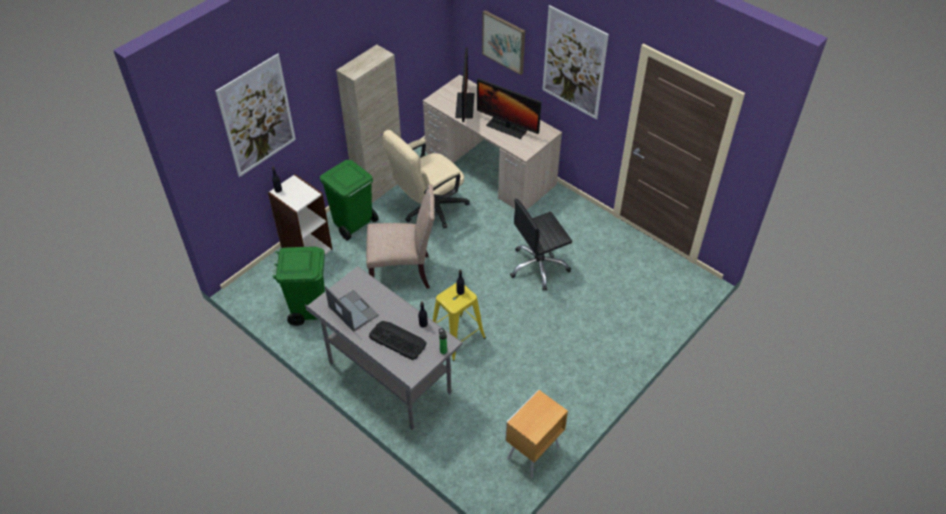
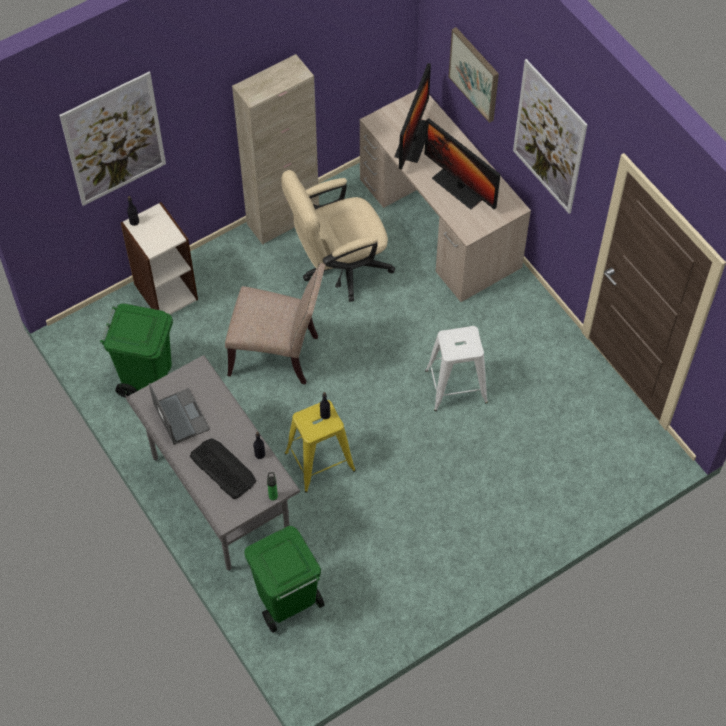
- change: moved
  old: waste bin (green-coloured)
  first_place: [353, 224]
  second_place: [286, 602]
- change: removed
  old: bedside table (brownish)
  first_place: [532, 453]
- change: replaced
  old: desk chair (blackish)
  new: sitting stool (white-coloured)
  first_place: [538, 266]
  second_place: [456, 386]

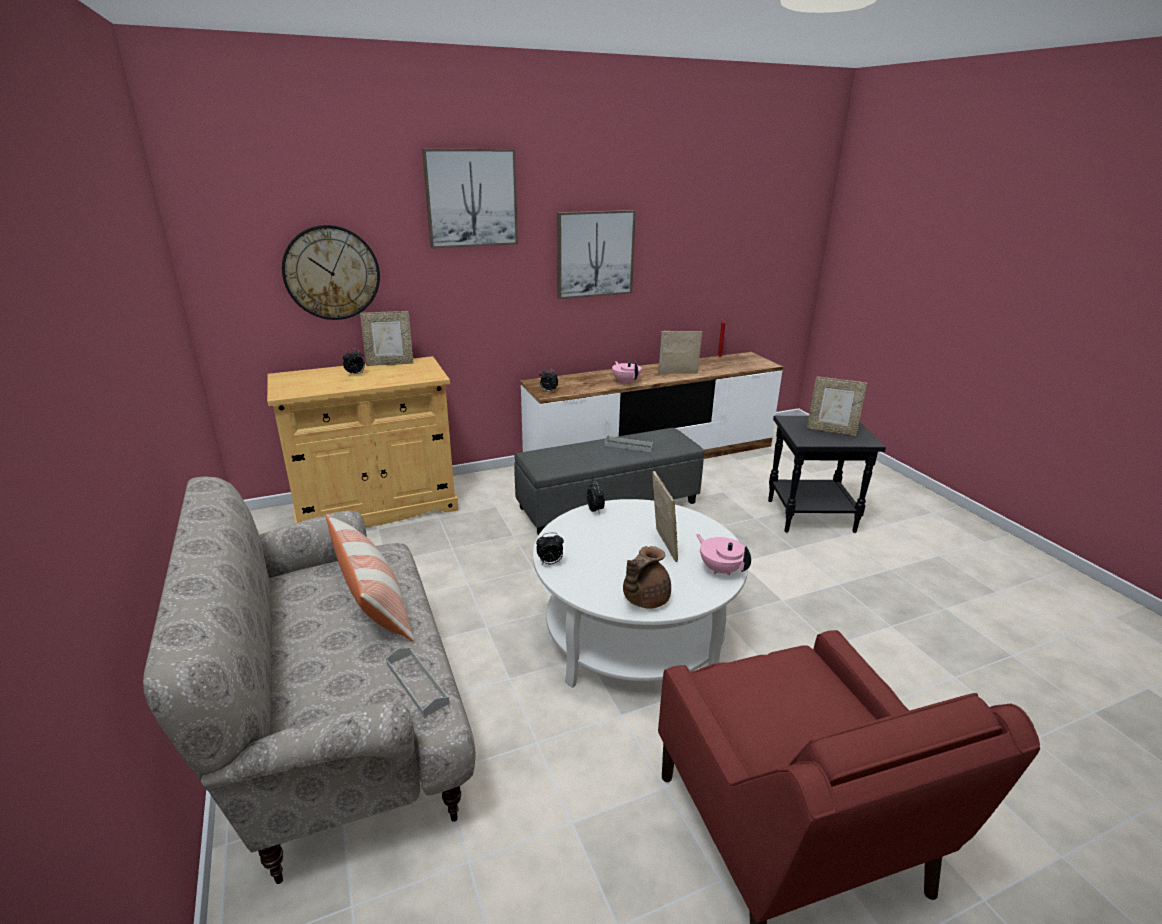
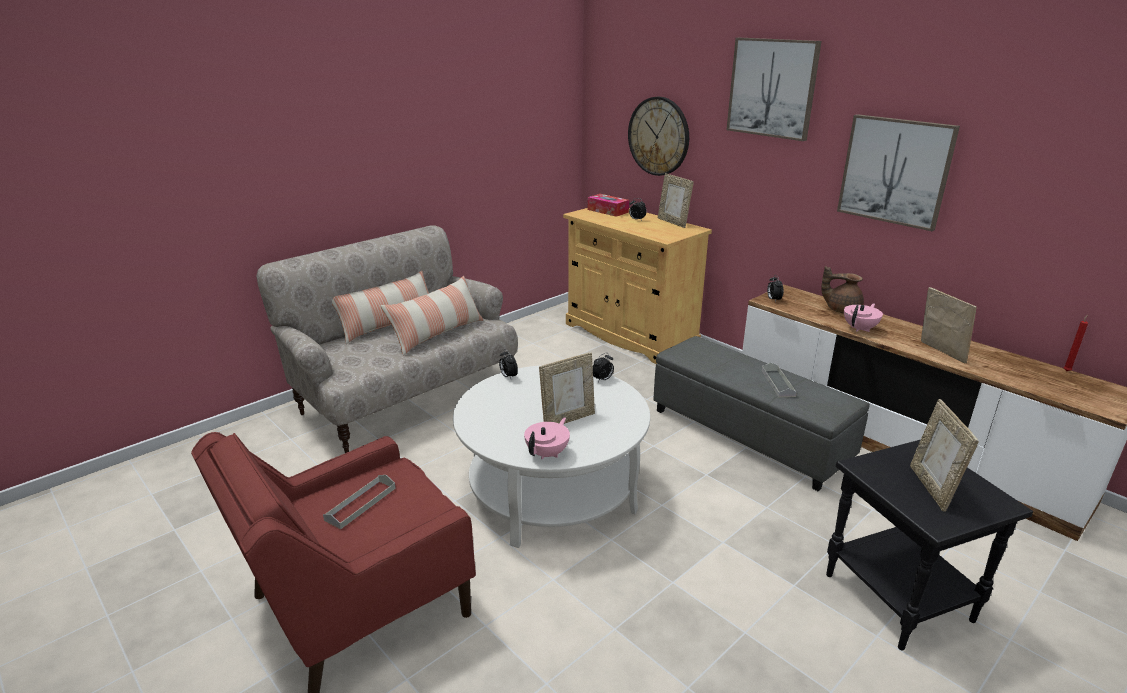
- change: moved
  old: carrying tray (grey)
  first_place: [417, 683]
  second_place: [360, 504]
- change: moved
  old: pot for tea (brownish)
  first_place: [644, 599]
  second_place: [841, 310]
- change: added
  new: pillow
  second_place: [388, 325]
- change: added
  new: tissue holder
  second_place: [607, 211]

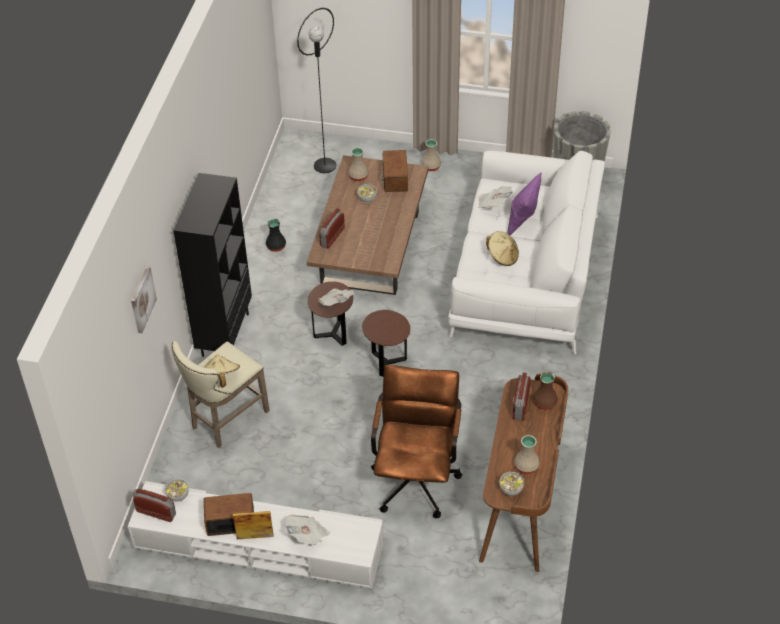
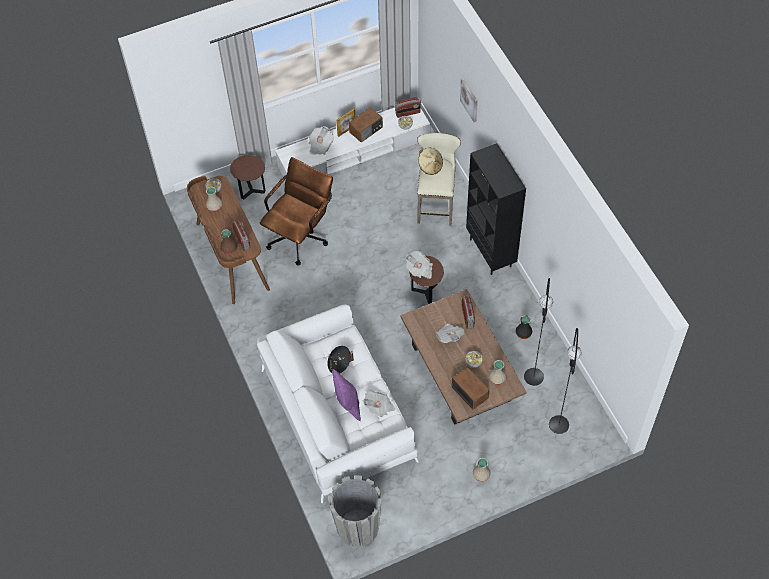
- change: moved
  old: side table (brownish)
  first_place: [387, 363]
  second_place: [251, 191]
- change: turned
  old: desk chair (brownish)
  first_place: [416, 477]
  second_place: [301, 235]
  degrees: -120
- change: recoloured
  old: hat (beige)
  new: hat (blackish)
  first_place: [502, 256]
  second_place: [339, 364]
- change: added
  new: printed paper
  second_place: [449, 337]
- change: added
  new: floor lamp (blackish)
  second_place: [533, 377]

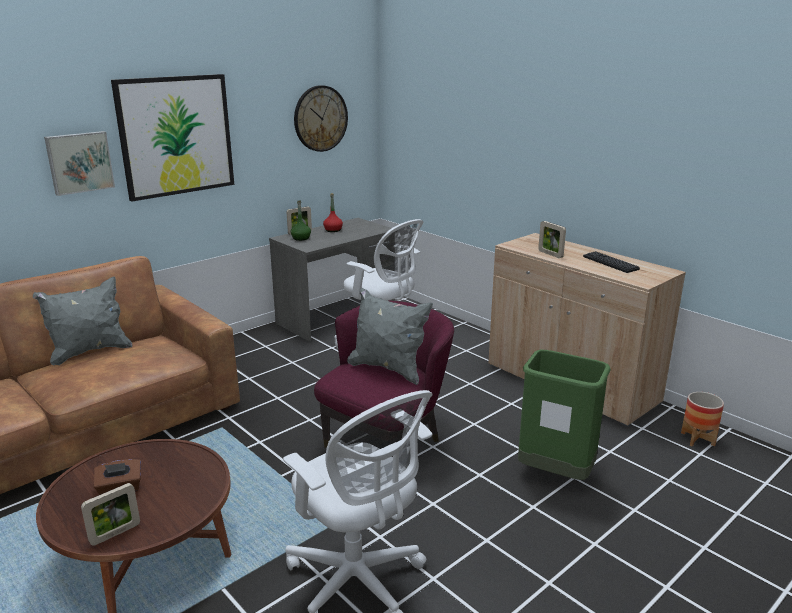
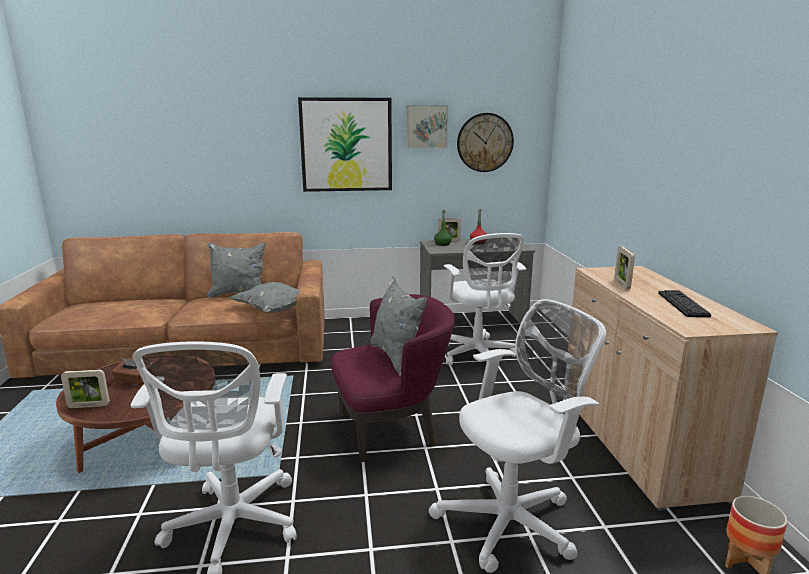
- change: moved
  old: wall art
  first_place: [79, 162]
  second_place: [426, 126]
- change: replaced
  old: waste bin (green-coloured)
  new: desk chair (white-coloured)
  first_place: [555, 474]
  second_place: [512, 521]
- change: added
  new: pillow (grey)
  second_place: [274, 310]

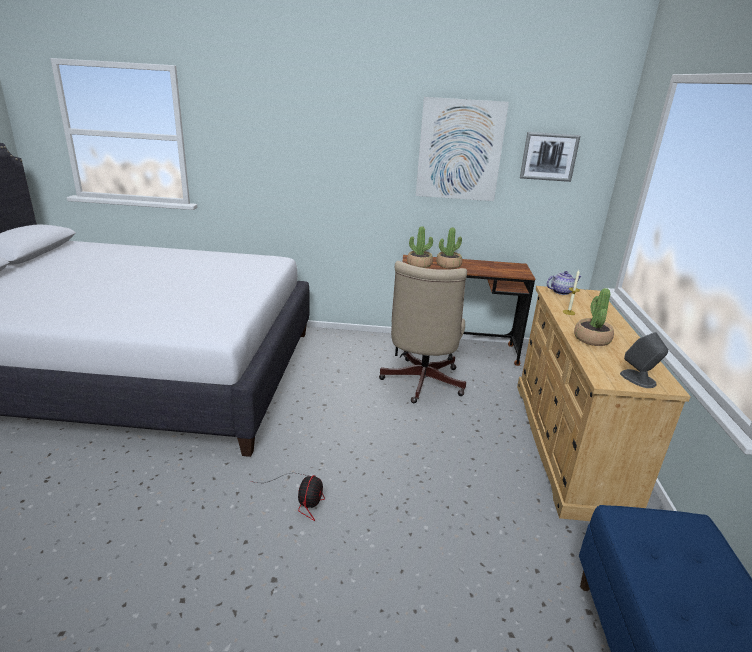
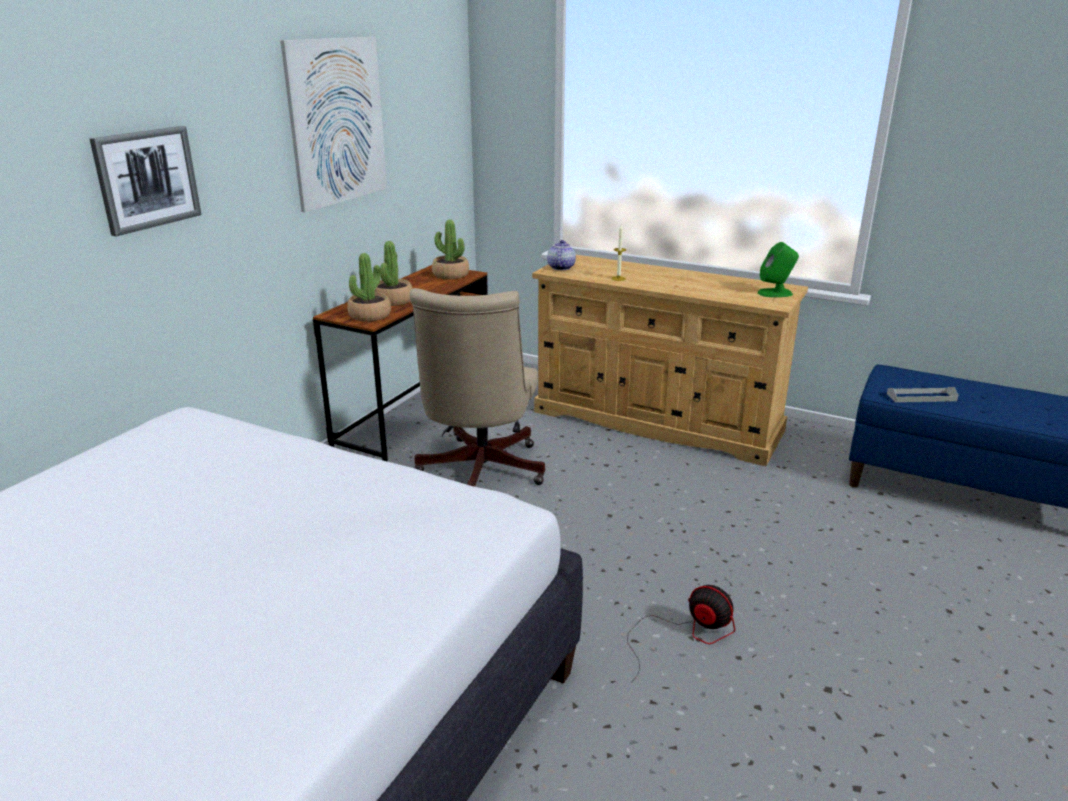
- change: turned
  old: desk chair (beige)
  first_place: [420, 384]
  second_place: [479, 473]
  degrees: 60
- change: moved
  old: wall art
  first_place: [549, 156]
  second_place: [147, 179]
- change: moved
  old: plant in a pot
  first_place: [591, 339]
  second_place: [450, 275]
- change: recoloured
  old: speaker (grey)
  new: speaker (green-coloured)
  first_place: [638, 379]
  second_place: [775, 293]
- change: added
  new: carrying tray (grey)
  second_place: [921, 397]

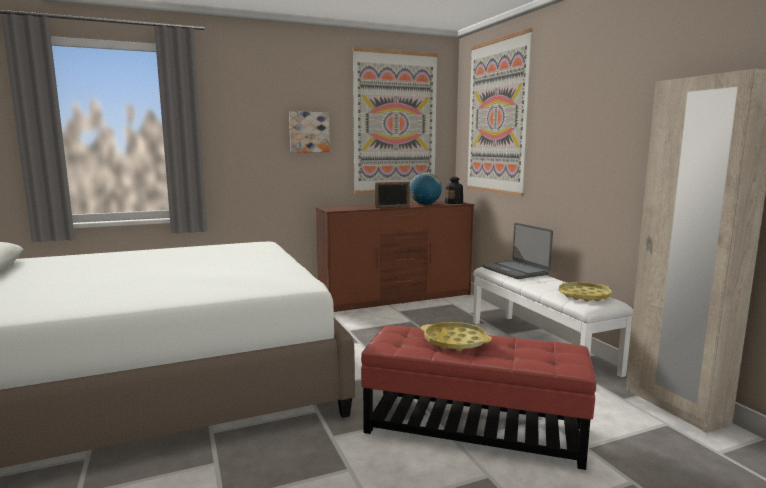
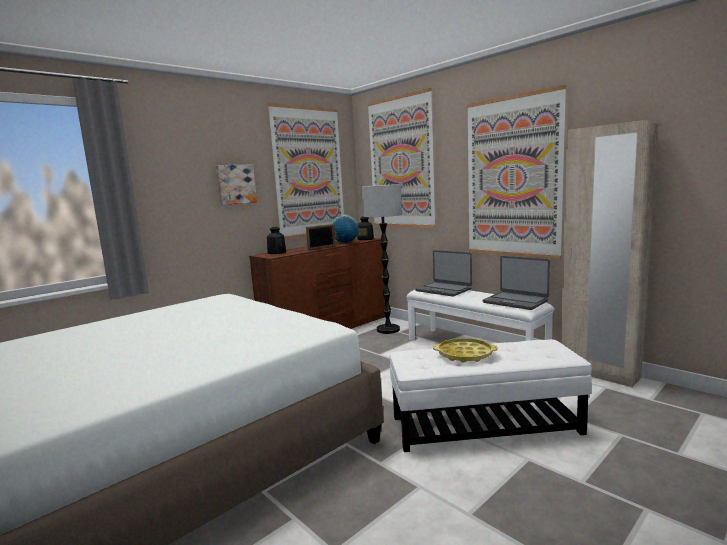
- change: recoloured
  old: ottoman (red-coloured)
  new: ottoman (white-coloured)
  first_place: [472, 429]
  second_place: [484, 425]
- change: replaced
  old: carrying tray (yellowish)
  new: laptop
  first_place: [584, 296]
  second_place: [515, 301]
- change: added
  new: beverage bottle
  second_place: [276, 252]
- change: added
  new: floor lamp
  second_place: [388, 330]
- change: added
  new: wall art
  second_place: [512, 177]

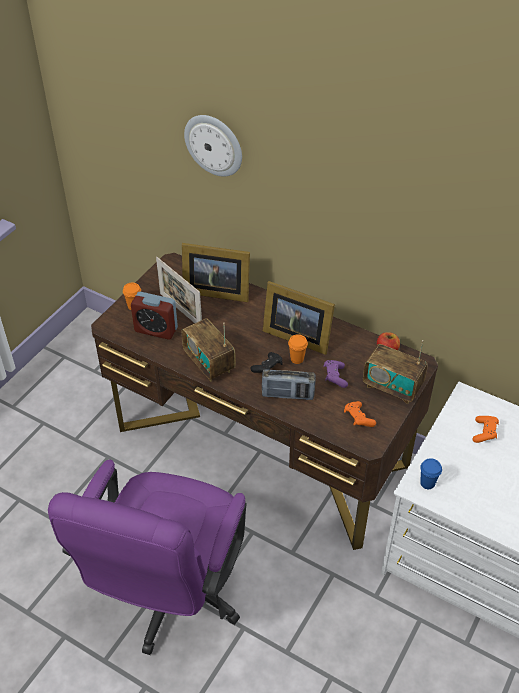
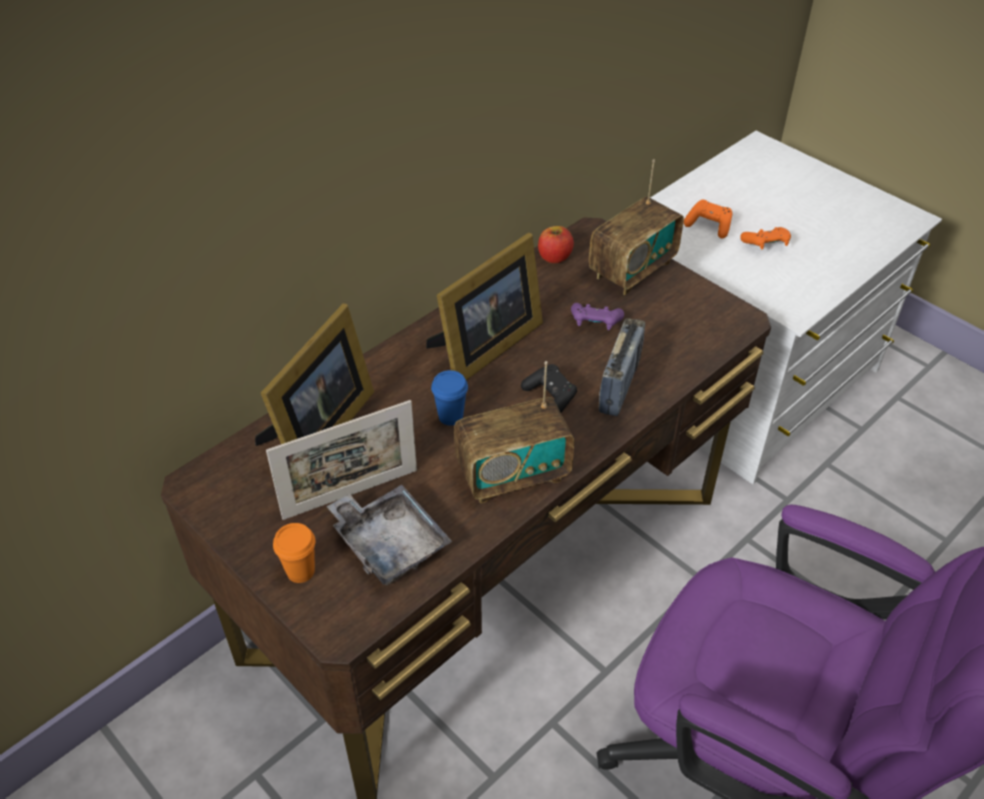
- change: replaced
  old: alarm clock
  new: carrying tray (grey)
  first_place: [156, 330]
  second_place: [389, 543]
- change: removed
  old: hanging clock
  first_place: [214, 145]
- change: removed
  old: small cup (orange)
  first_place: [297, 359]
- change: moved
  old: game controller (orange)
  first_place: [358, 419]
  second_place: [766, 245]
- change: moved
  old: small cup (blue)
  first_place: [427, 483]
  second_place: [450, 416]

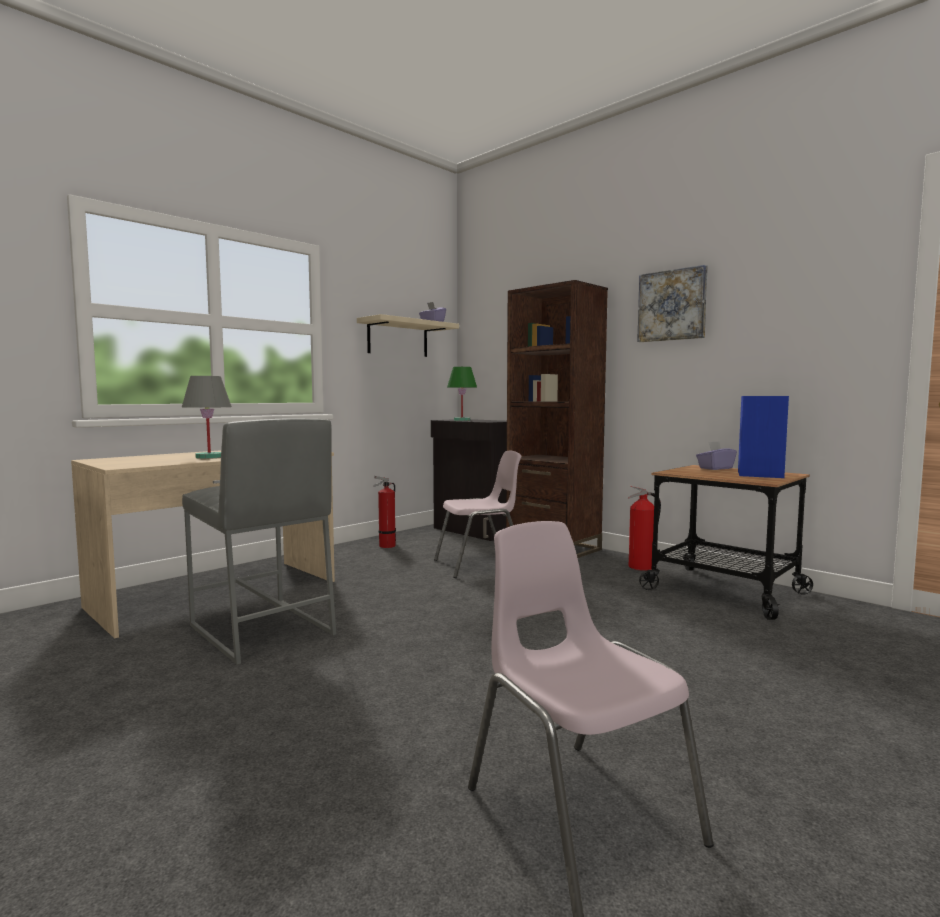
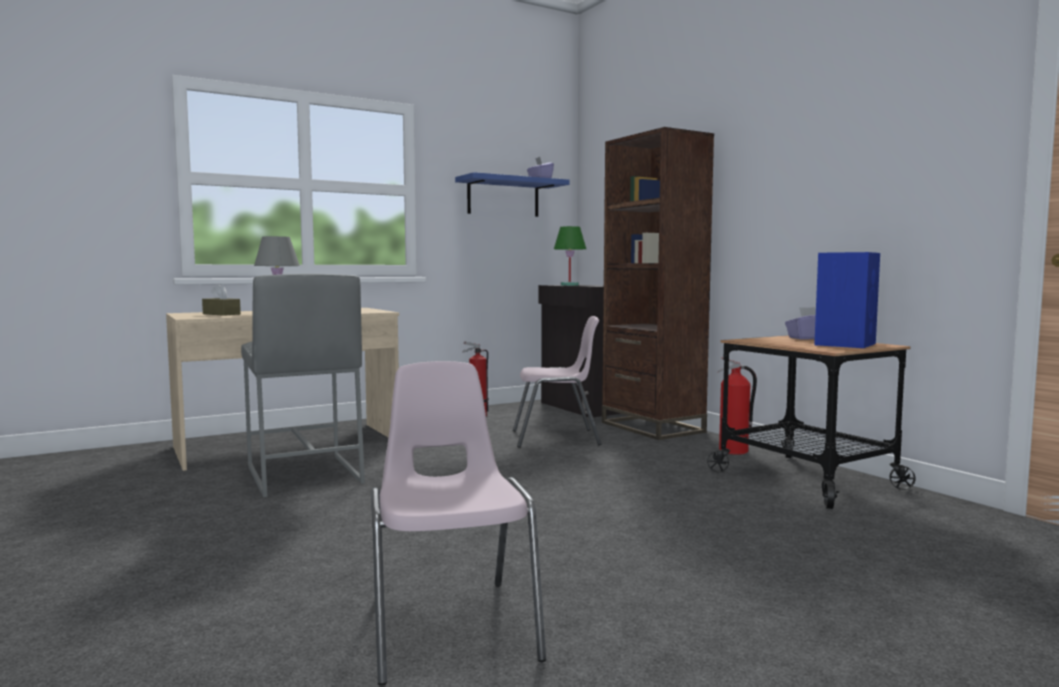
- change: recoloured
  old: wall shelf (beige)
  new: wall shelf (blue)
  first_place: [398, 338]
  second_place: [503, 197]
- change: removed
  old: wall art
  first_place: [672, 305]
- change: added
  new: tissue holder (brownish)
  second_place: [221, 314]

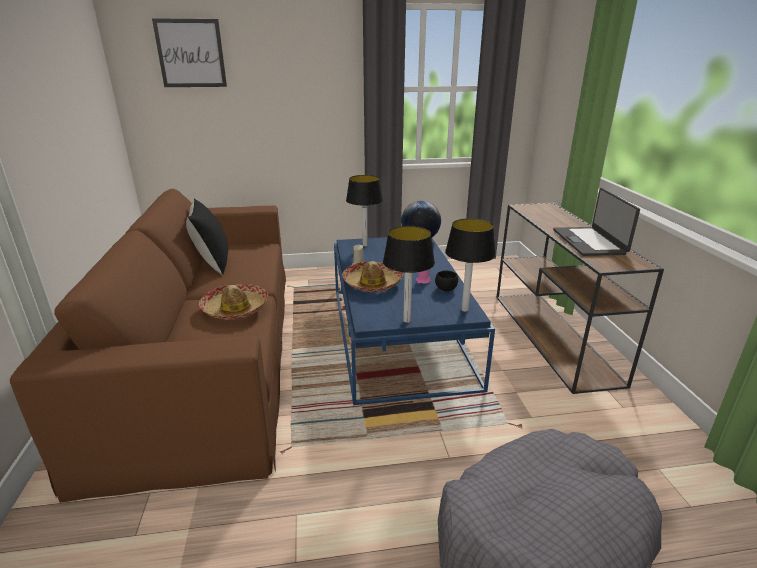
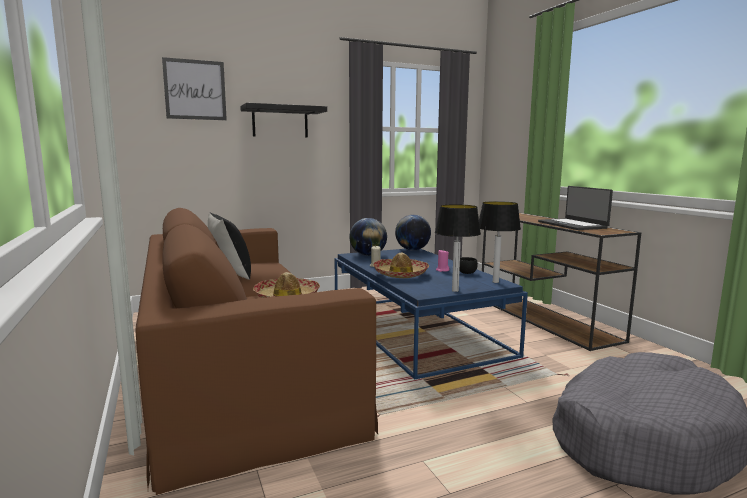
- change: replaced
  old: lamp for a table
  new: globe
  first_place: [365, 245]
  second_place: [368, 255]
- change: added
  new: wall shelf (blackish)
  second_place: [280, 122]

